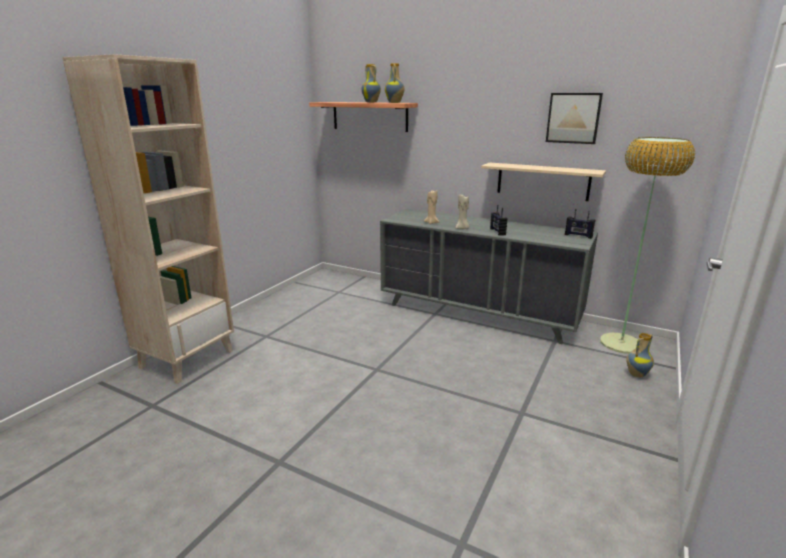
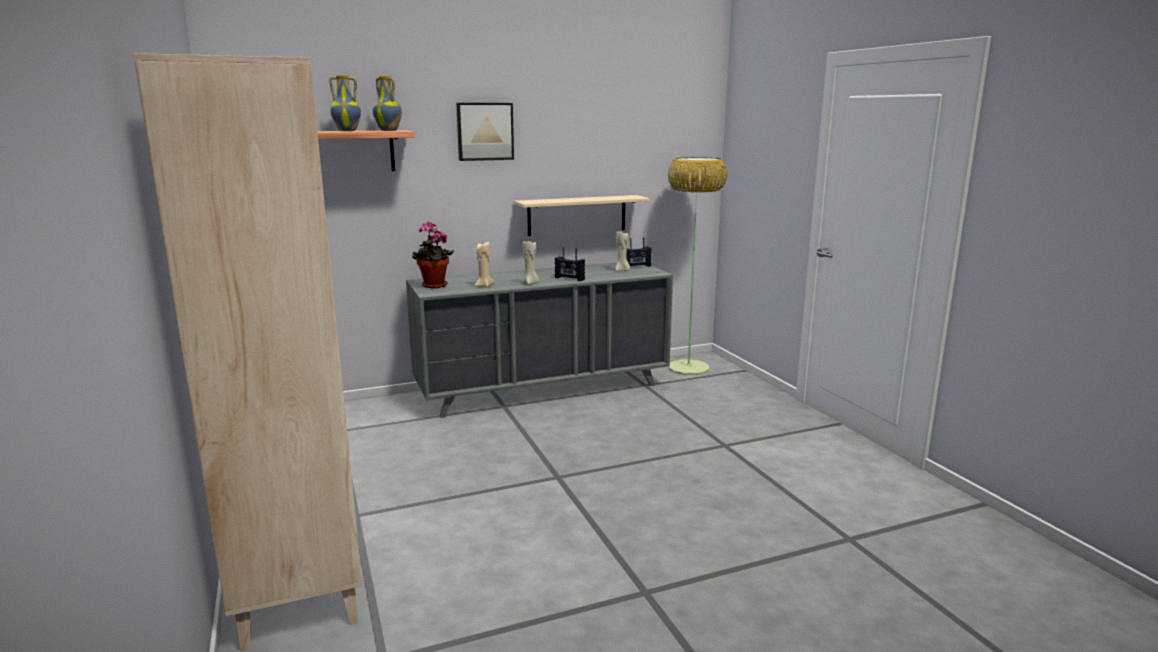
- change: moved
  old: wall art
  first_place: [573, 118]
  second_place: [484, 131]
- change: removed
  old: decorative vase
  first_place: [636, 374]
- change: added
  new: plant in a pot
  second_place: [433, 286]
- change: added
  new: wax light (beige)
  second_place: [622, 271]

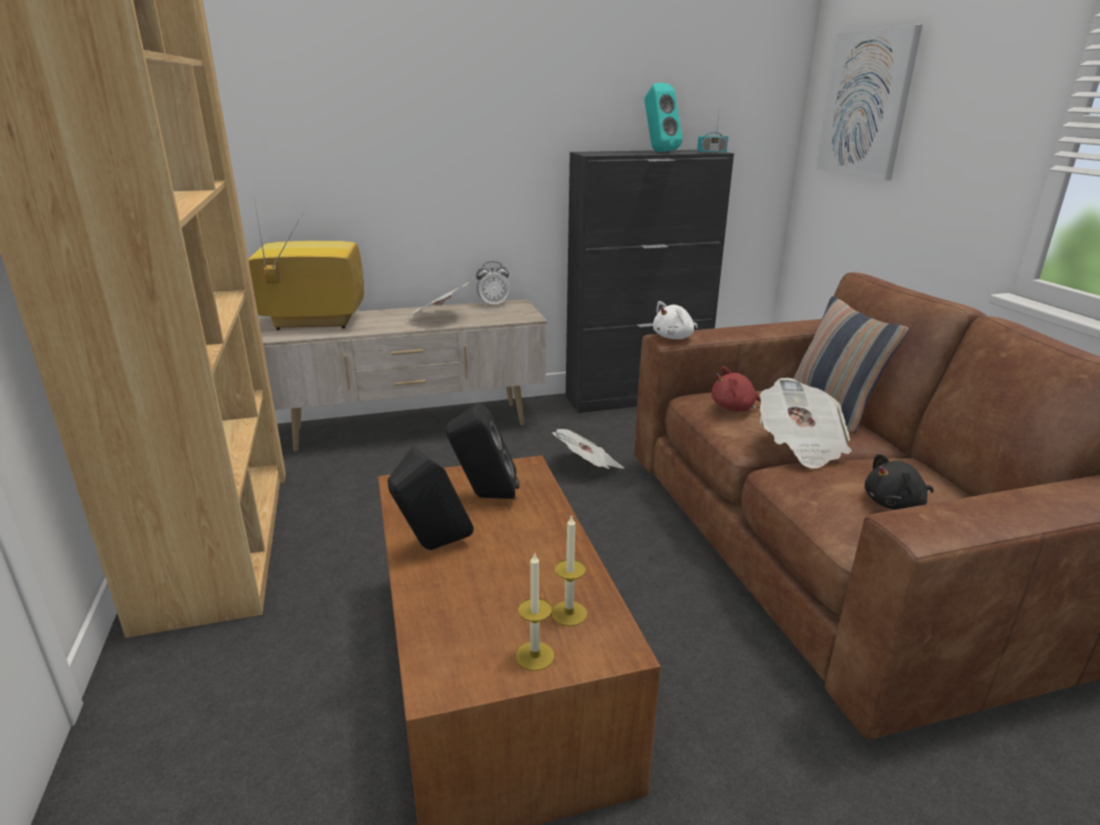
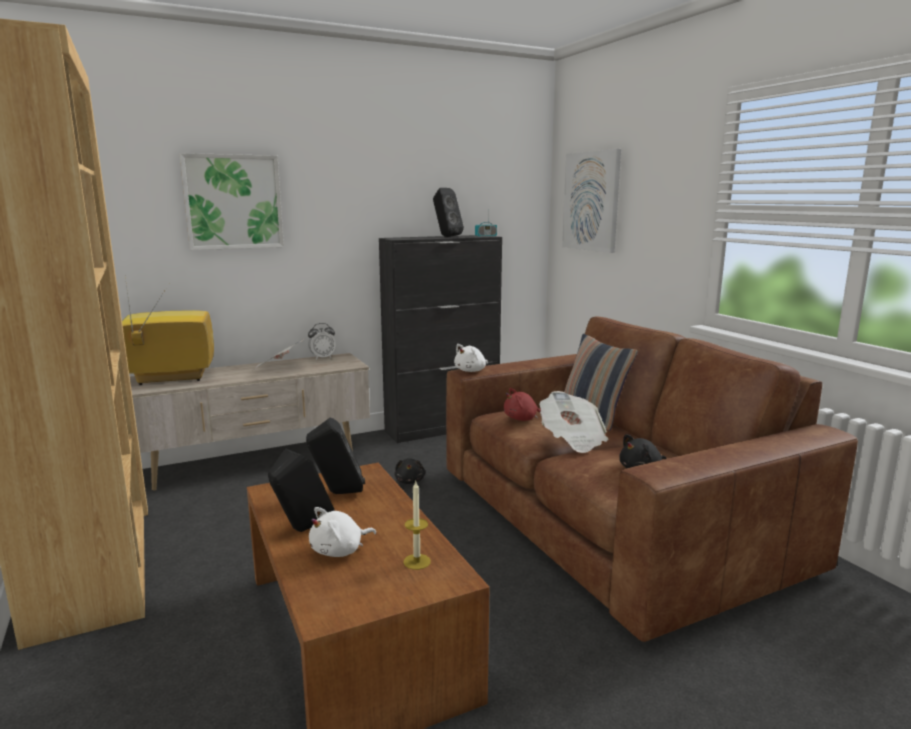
- change: removed
  old: wax light
  first_place: [535, 656]
- change: replaced
  old: printed paper
  new: plush toy (blackish)
  first_place: [588, 466]
  second_place: [410, 481]
- change: recoloured
  old: speaker (blue-green)
  new: speaker (blackish)
  first_place: [658, 152]
  second_place: [446, 236]
- change: added
  new: wall art
  second_place: [233, 202]
- change: added
  new: plush toy (white-coloured)
  second_place: [340, 551]

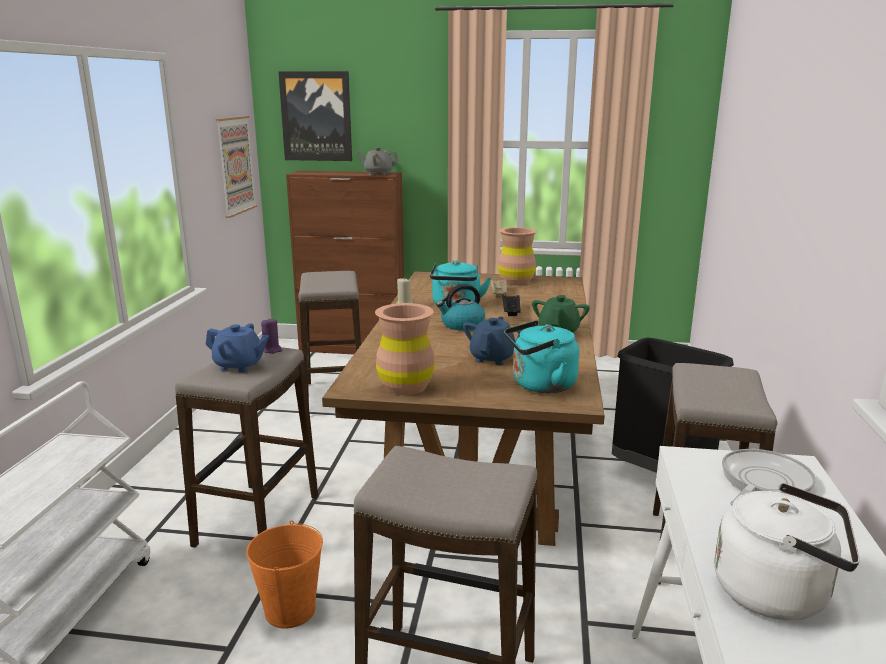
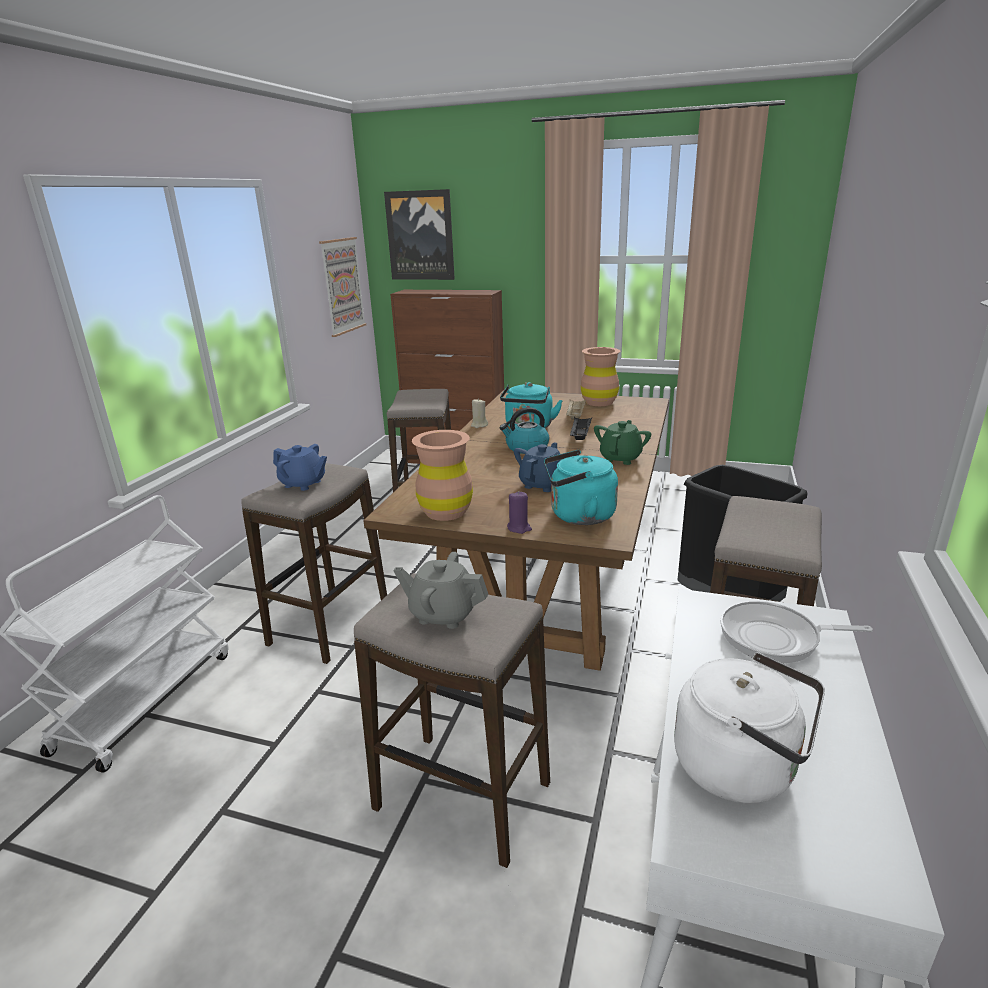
- change: removed
  old: bucket (orange)
  first_place: [289, 610]
- change: moved
  old: wax light (purplish)
  first_place: [272, 350]
  second_place: [519, 528]
- change: moved
  old: pot for tea (grey)
  first_place: [378, 174]
  second_place: [443, 614]
- change: turned
  old: skillet
  first_place: [762, 482]
  second_place: [775, 638]
  degrees: -135

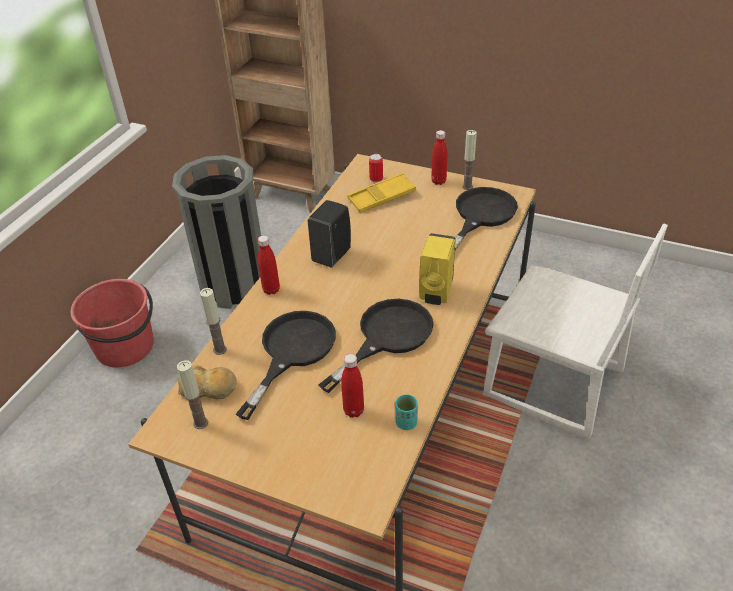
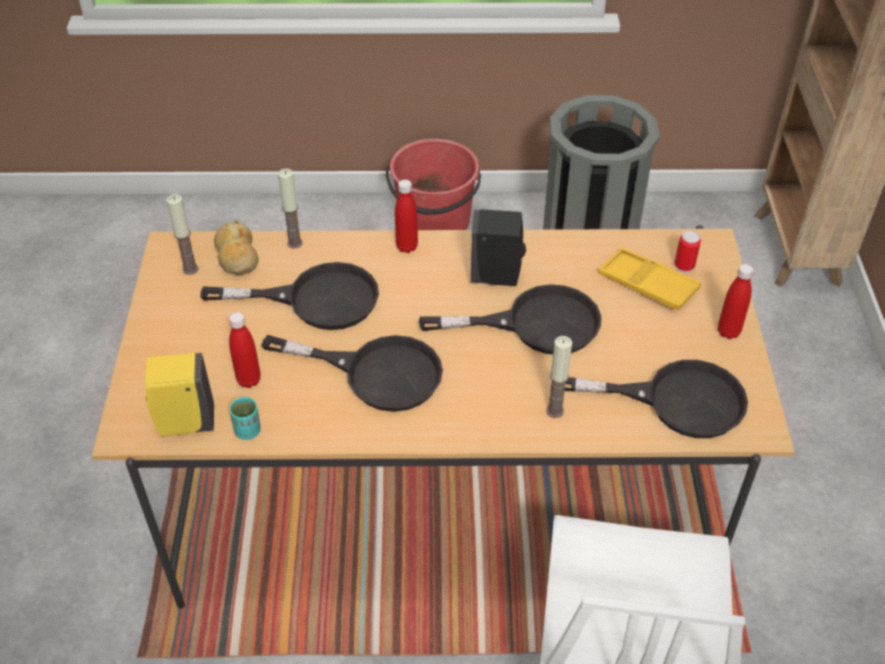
- change: moved
  old: soap dispenser (yellowish)
  first_place: [436, 293]
  second_place: [184, 423]
- change: moved
  old: wax light
  first_place: [467, 186]
  second_place: [555, 411]
- change: added
  new: skillet (blackish)
  second_place: [535, 324]

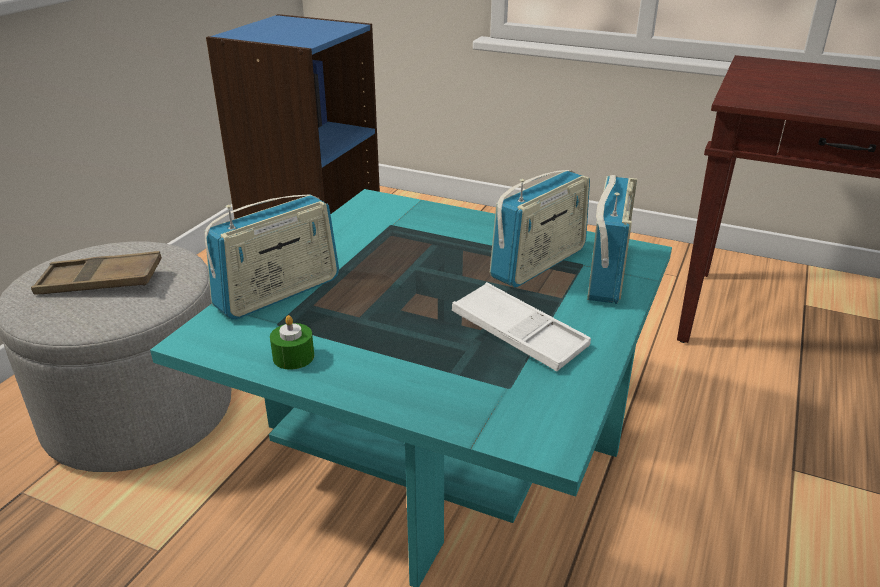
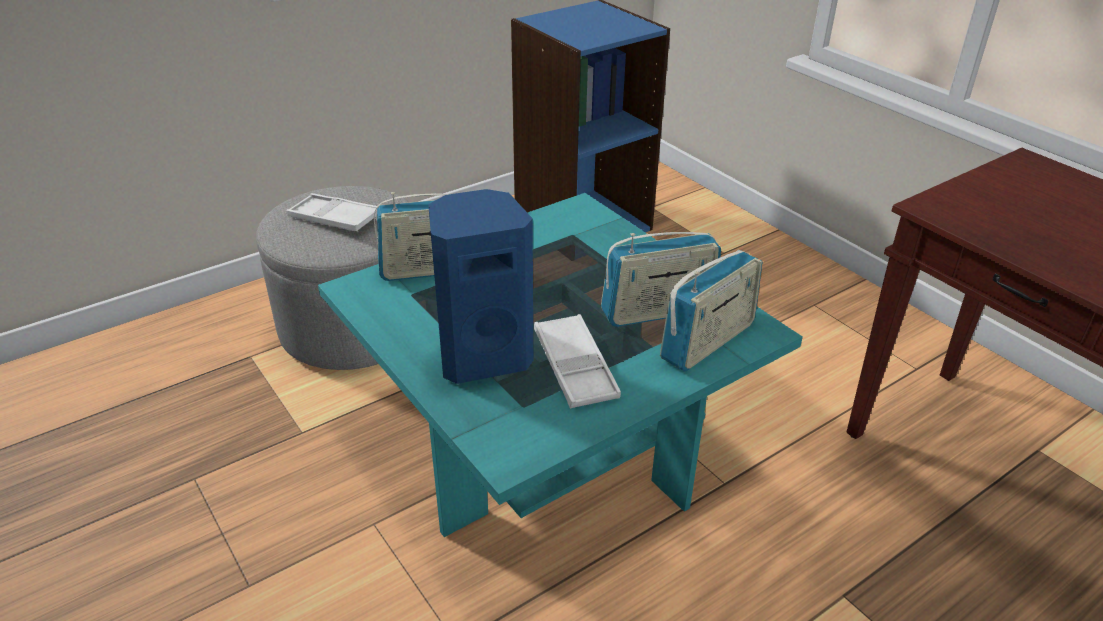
- change: recoloured
  old: carrying tray (brownish)
  new: carrying tray (white-coloured)
  first_place: [100, 282]
  second_place: [334, 219]
- change: removed
  old: wax light (green-coloured)
  first_place: [293, 357]
- change: added
  new: speaker (blue)
  second_place: [483, 356]

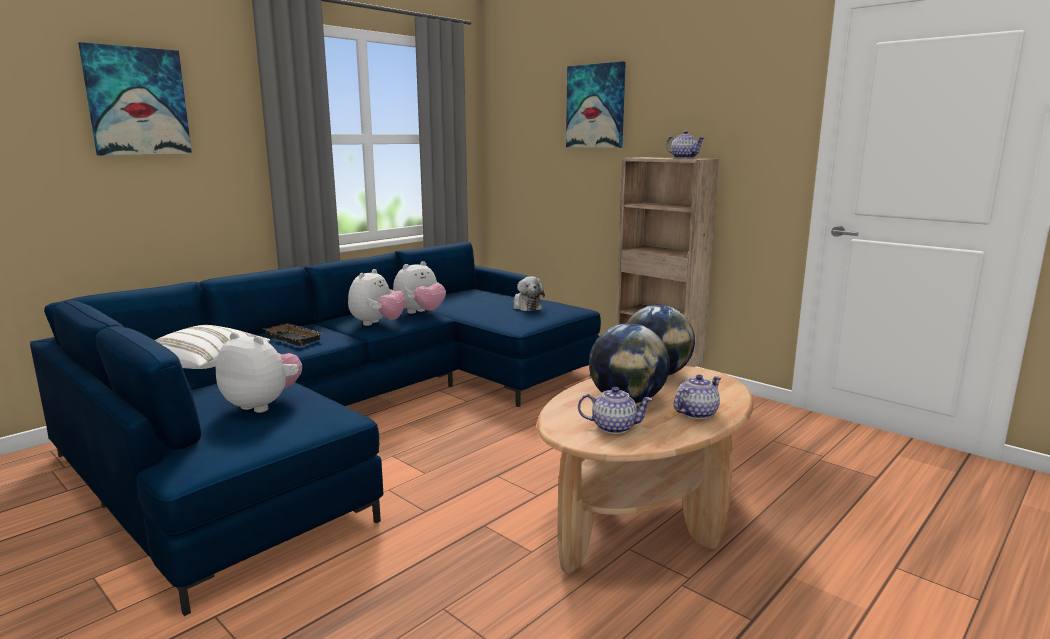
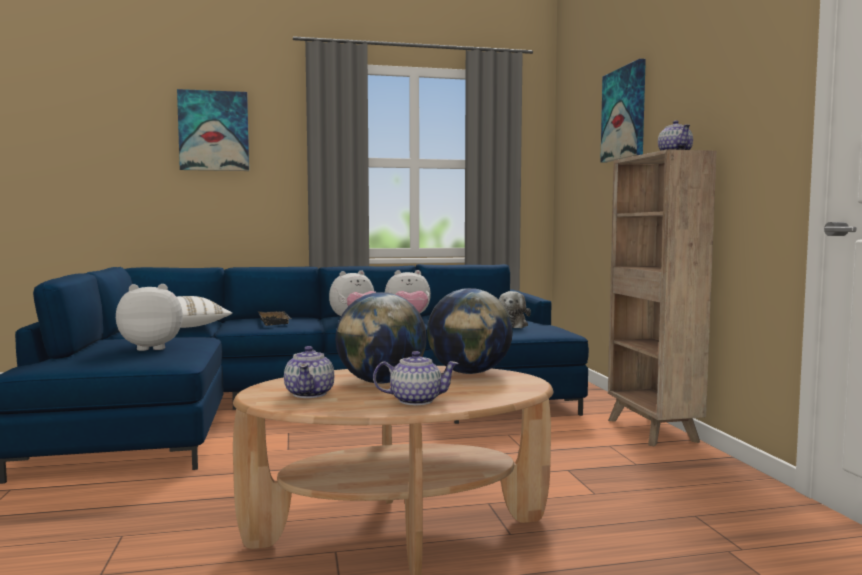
- change: turned
  old: plush toy
  first_place: [263, 405]
  second_place: [152, 347]
  degrees: -75
- change: turned
  old: pot for tea
  first_place: [613, 427]
  second_place: [310, 394]
  degrees: 45

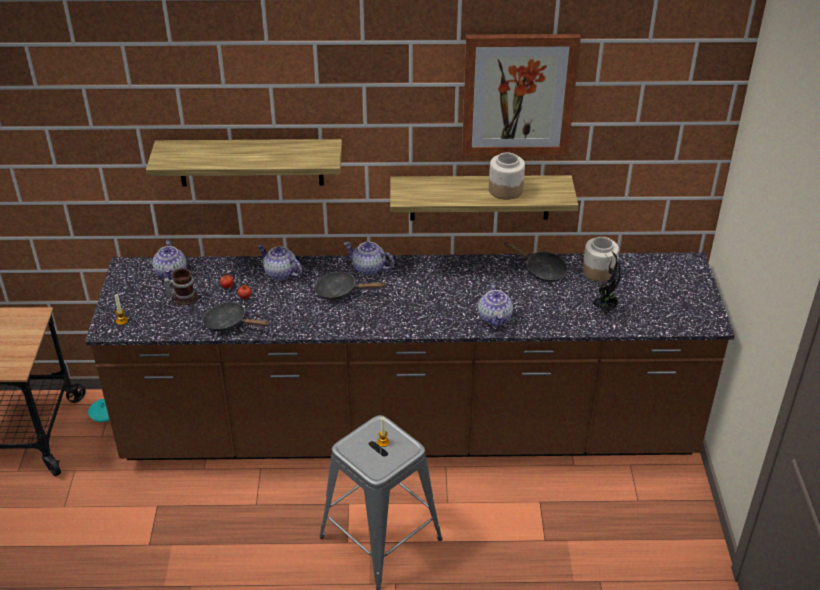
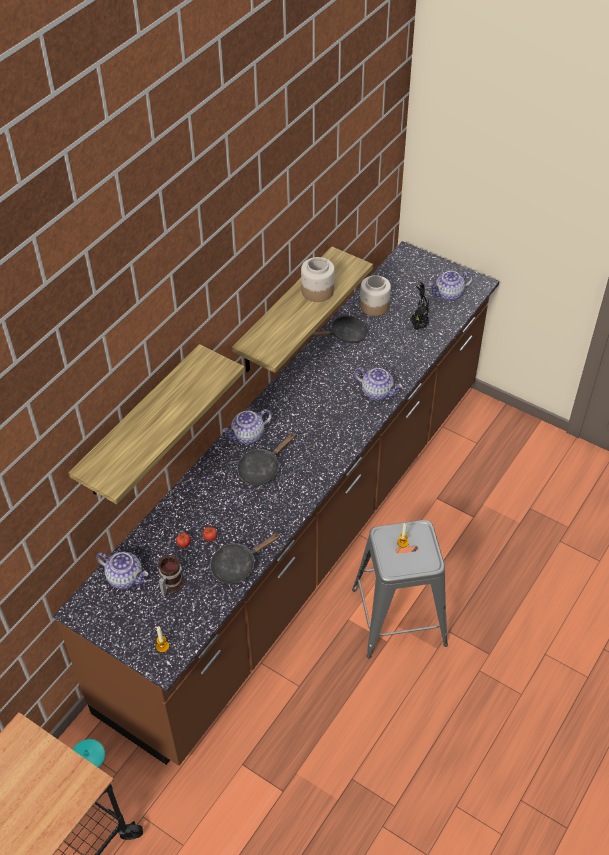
- change: moved
  old: pot for tea
  first_place: [280, 273]
  second_place: [449, 295]
- change: removed
  old: wall art
  first_place: [518, 95]

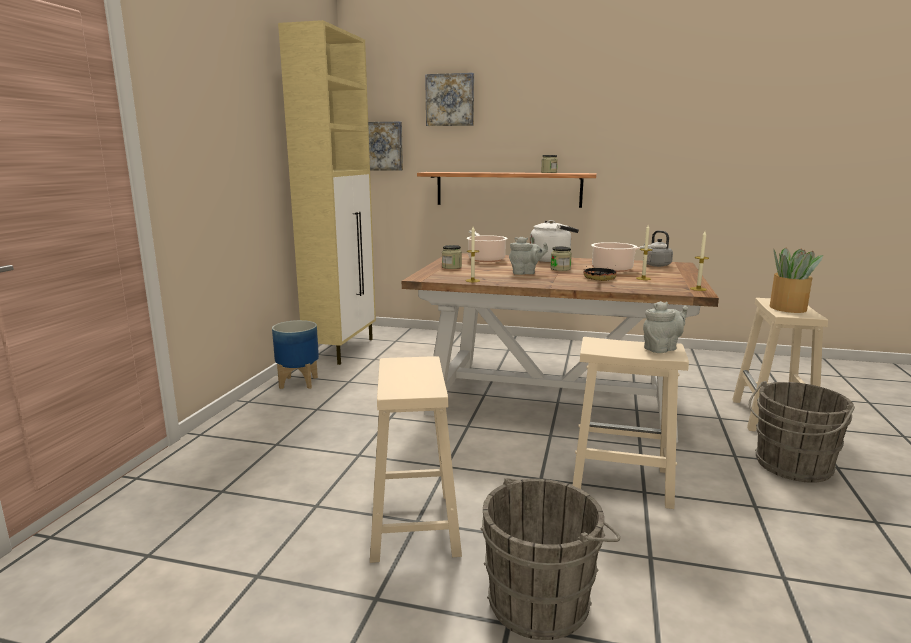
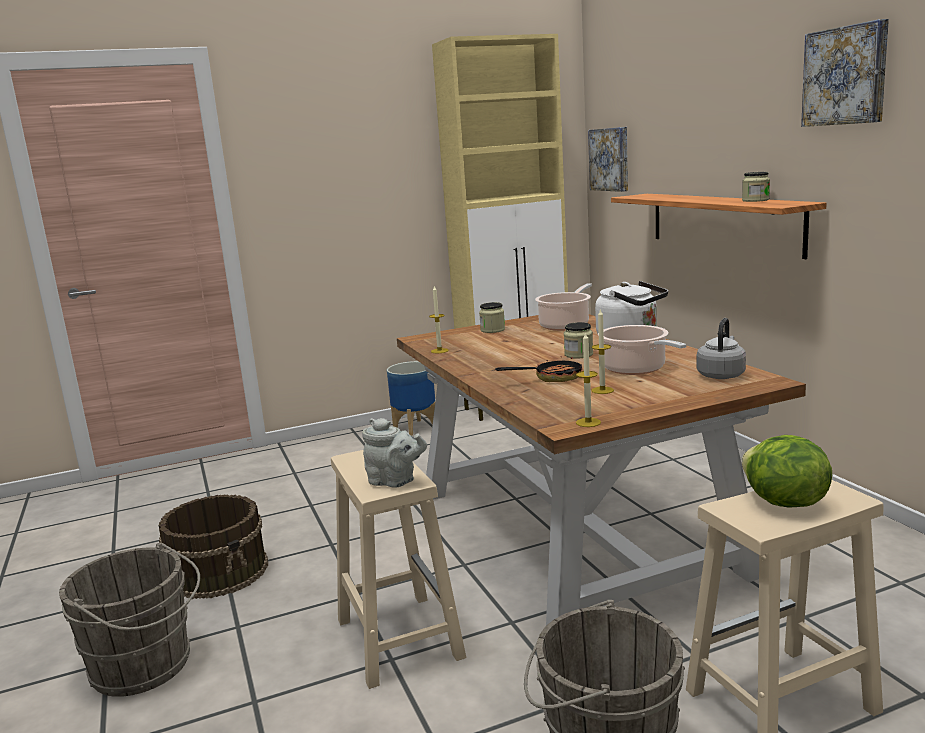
- change: replaced
  old: sitting stool (beige)
  new: bucket (brownish)
  first_place: [413, 524]
  second_place: [219, 571]
- change: moved
  old: wall art
  first_place: [450, 100]
  second_place: [846, 76]
- change: removed
  old: pot for tea (grey)
  first_place: [525, 273]
- change: replaced
  old: plant in a pot
  new: head of lettuce
  first_place: [787, 308]
  second_place: [783, 503]

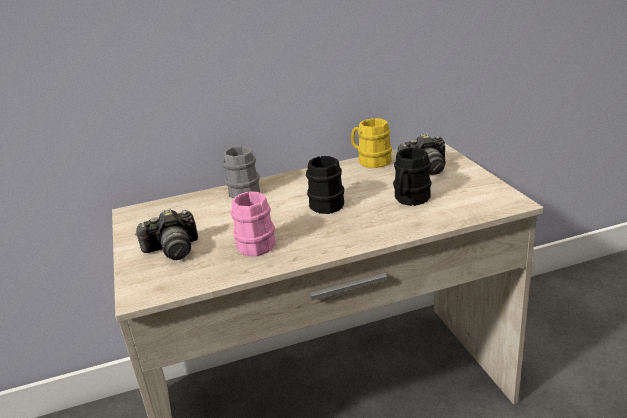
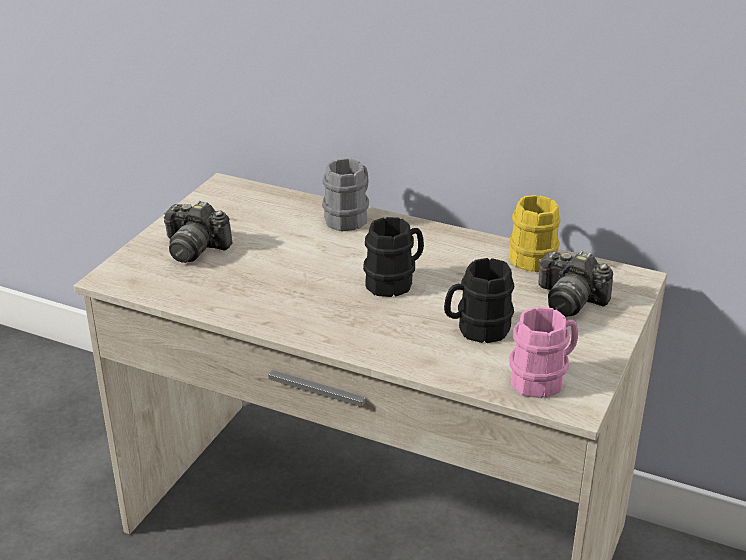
- change: moved
  old: coffee mug (pinkish)
  first_place: [258, 242]
  second_place: [543, 378]

